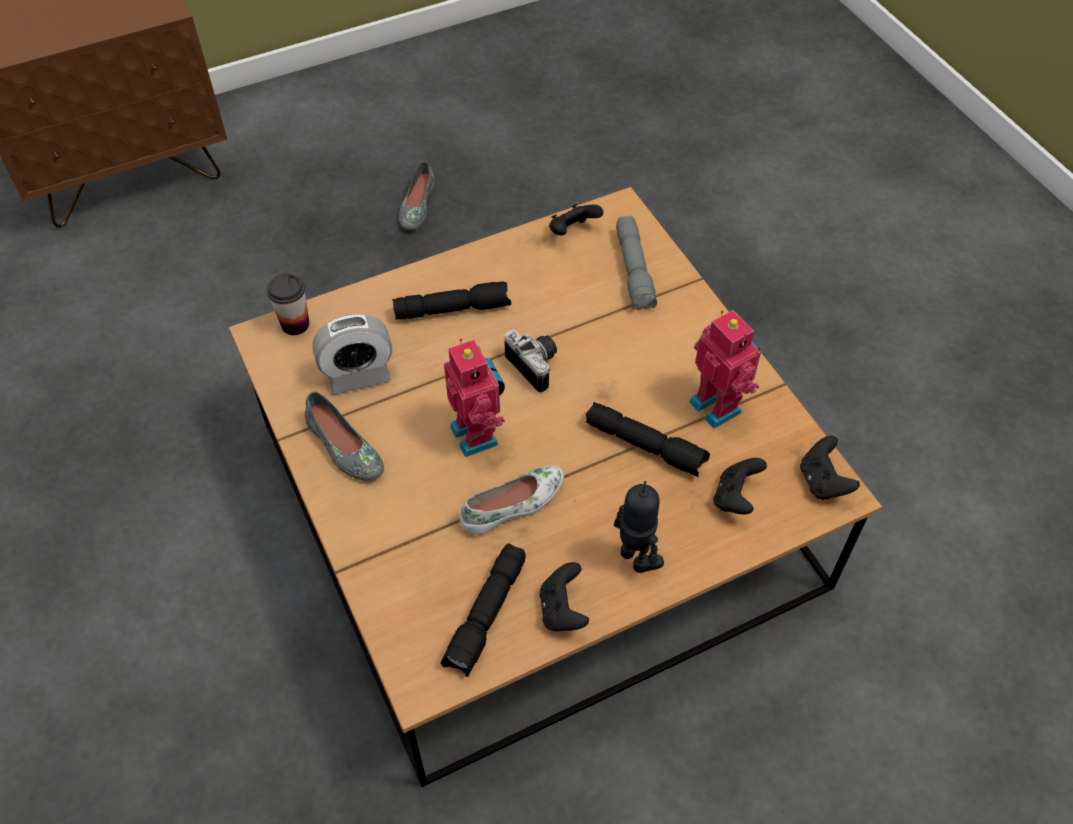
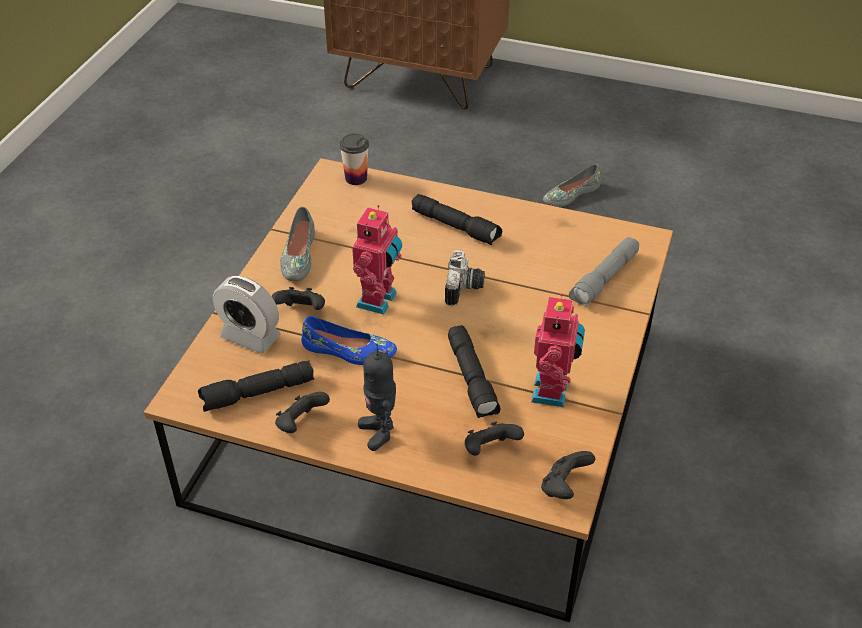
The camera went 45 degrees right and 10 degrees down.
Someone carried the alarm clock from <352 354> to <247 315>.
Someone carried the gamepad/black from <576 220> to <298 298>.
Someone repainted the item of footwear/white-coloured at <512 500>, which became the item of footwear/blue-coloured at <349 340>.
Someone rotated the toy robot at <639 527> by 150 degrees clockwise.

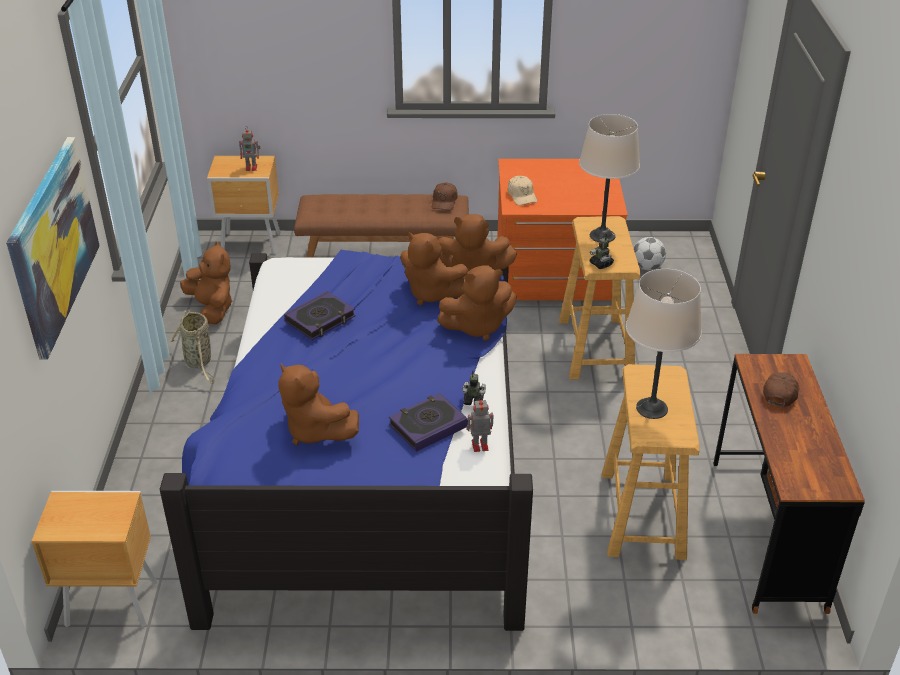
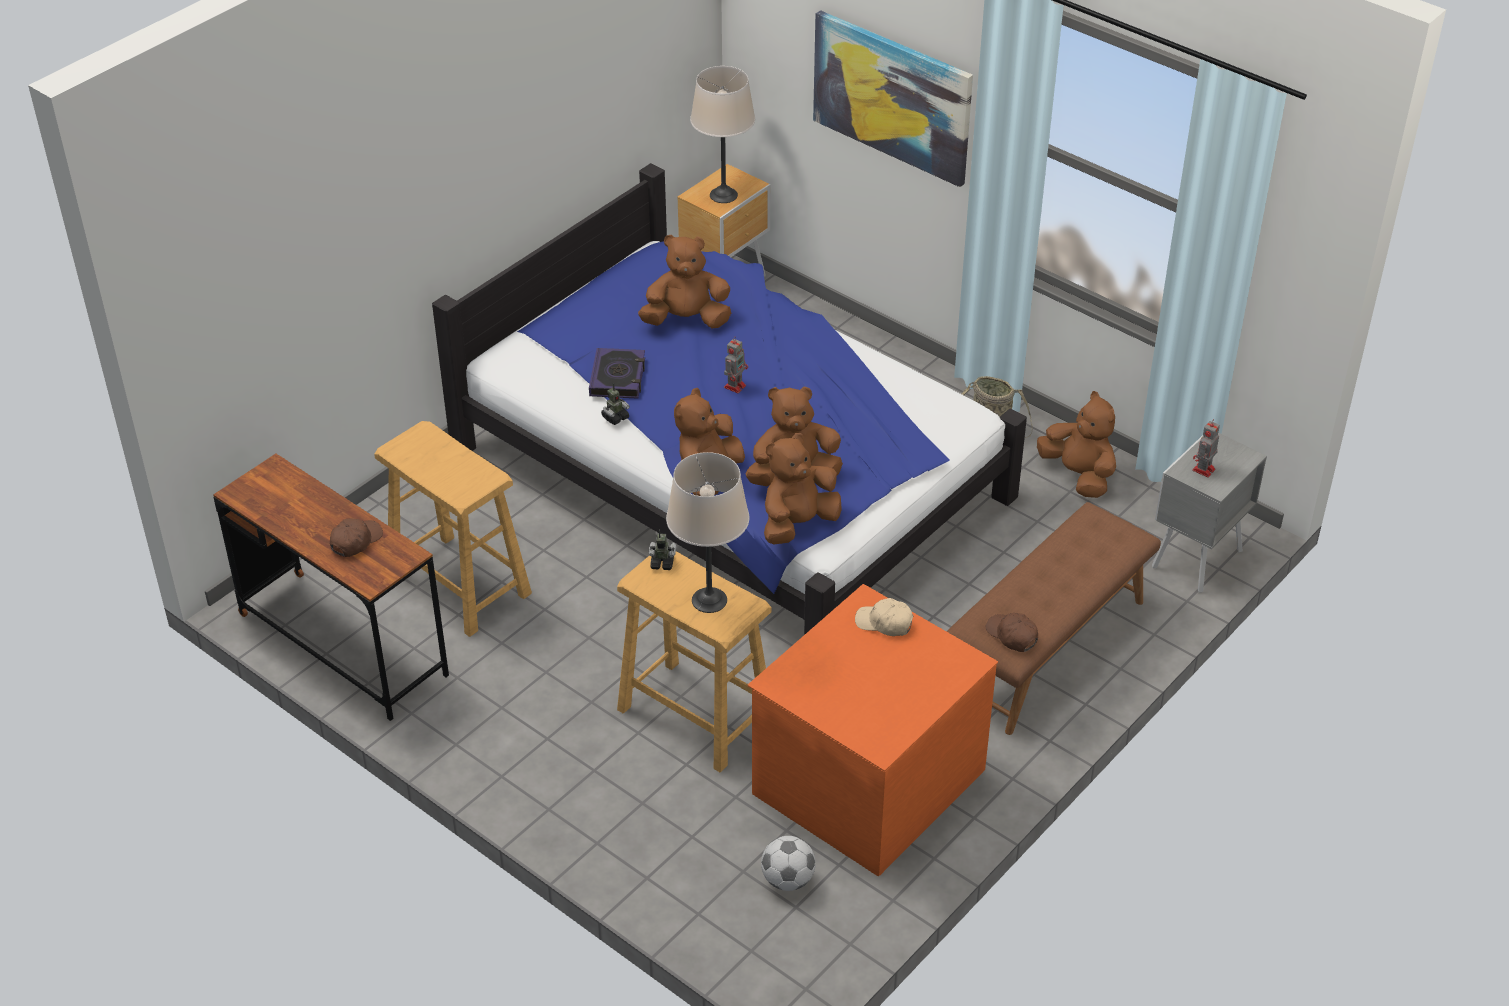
The camera went 130 degrees right and 5 degrees up.
Someone took away the bound book at <320 315>.
Someone carried the toy robot from <479 424> to <736 365>.
Someone carried the lamp for a table/sand-coloured from <664 344> to <722 134>.
Someone repainted the nightstand/brownish at <244 205>, which became the nightstand/grey at <1209 512>.
Someone rotated the soft toy/brownish at <206 282> by 135 degrees counterclockwise.
Someone rotated the cap/brownish at <781 389> by 120 degrees counterclockwise.

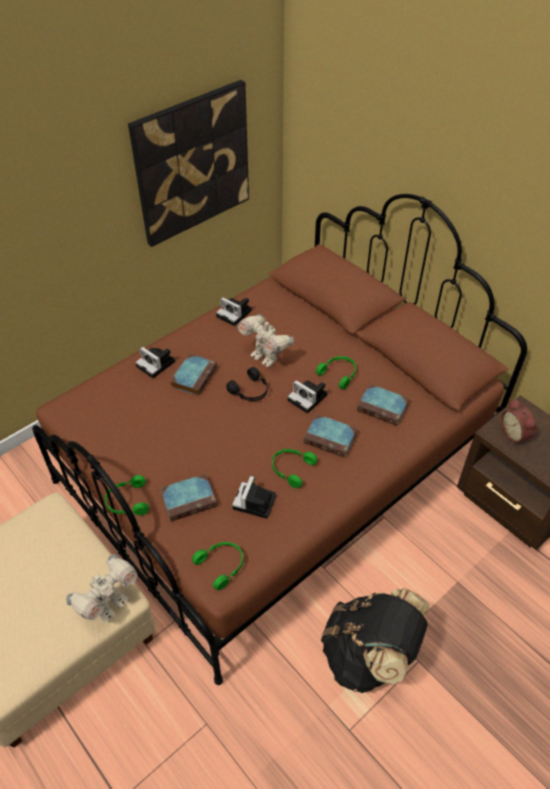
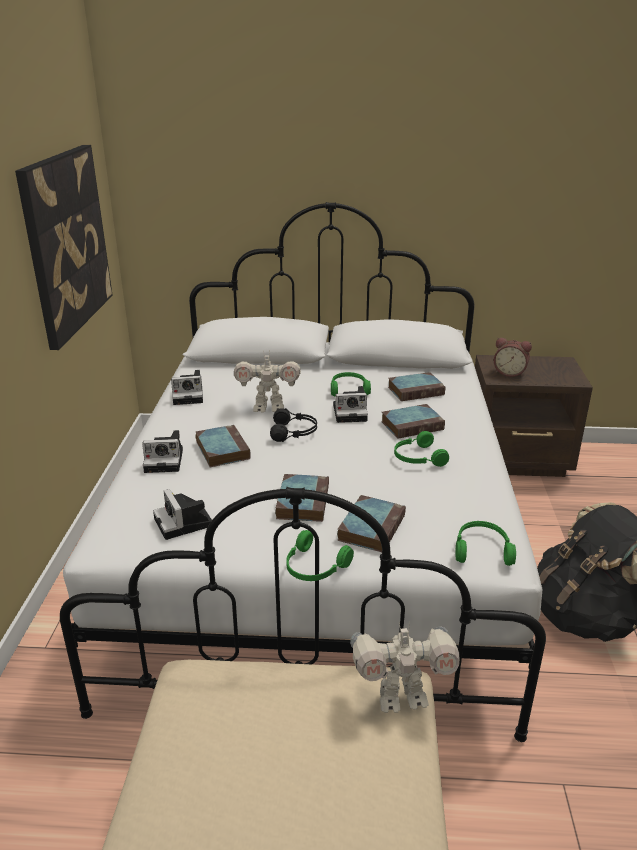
The camera went 45 degrees left and 20 degrees down.
Someone put down the bound book at <302 498>.
Someone carried the photo camera from <254 497> to <182 514>.
Someone repainted the bedroom bed/brownish at <279 439>, which became the bedroom bed/white-coloured at <303 472>.
Someone rotated the toy robot at <101 588> by 90 degrees clockwise.

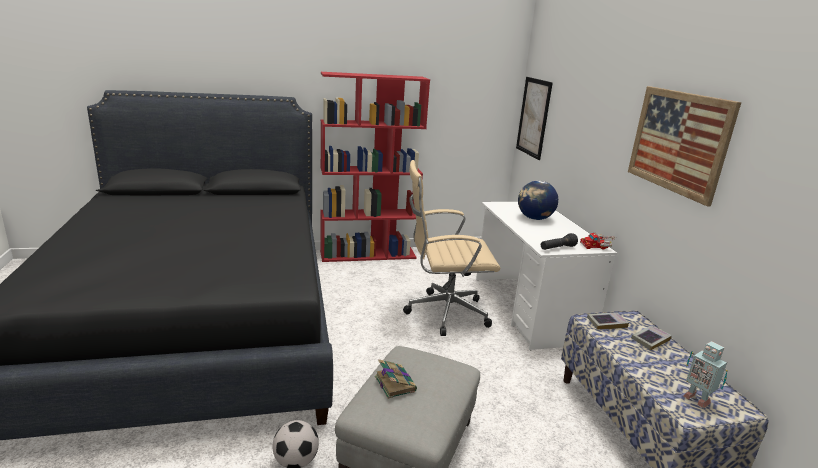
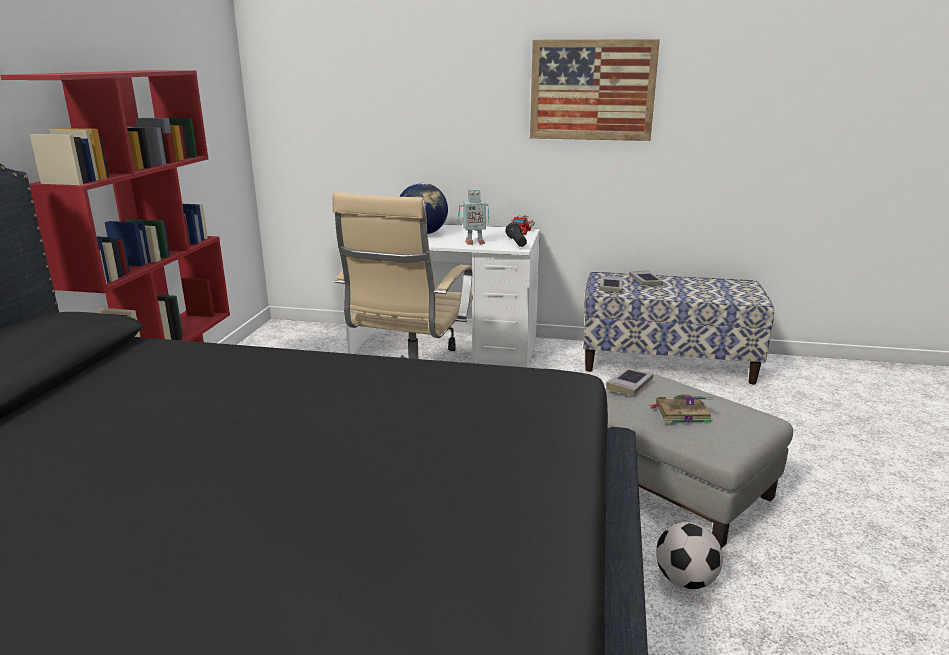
The camera went 65 degrees left and 0 degrees up.
Someone took away the wall art at <534 118>.
Someone put down the bound book at <629 381>.
Someone carried the toy robot from <705 374> to <473 217>.

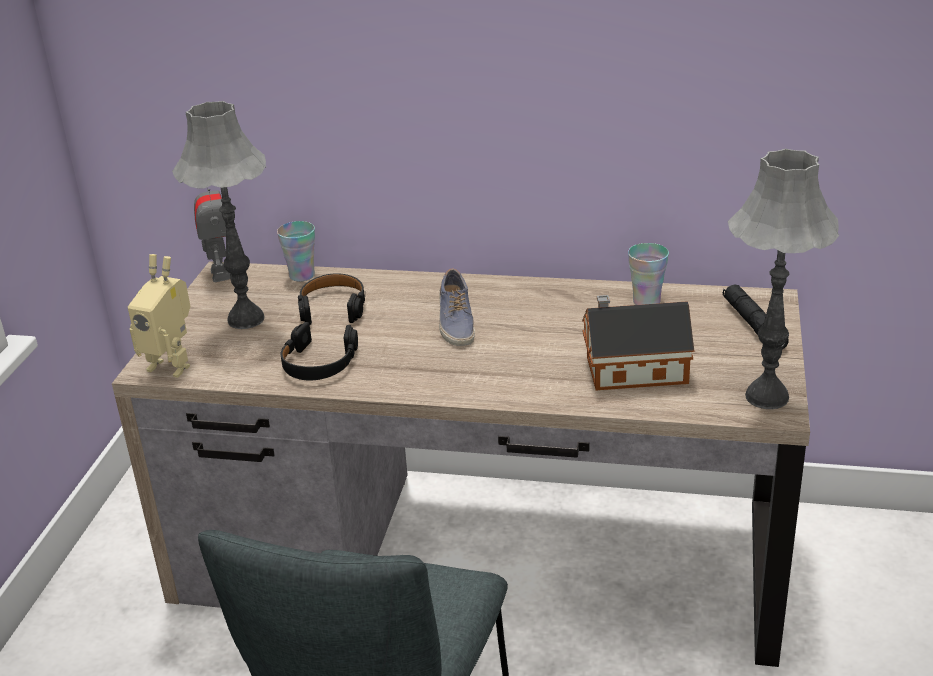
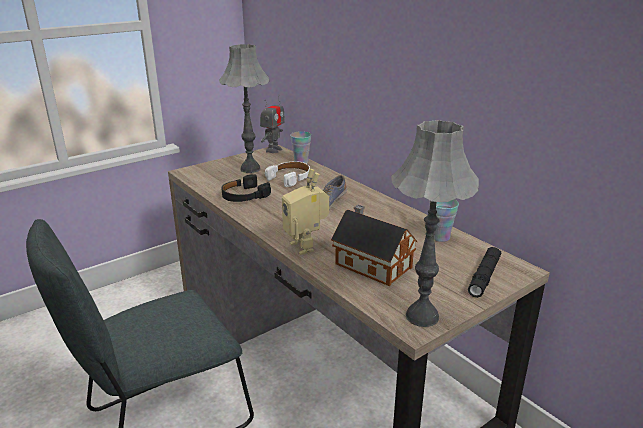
The camera went 40 degrees right and 5 degrees down.
Someone carried the toy robot from <159 316> to <305 212>.
Someone repainted the headset/black at <332 299>, which became the headset/white-coloured at <287 174>.

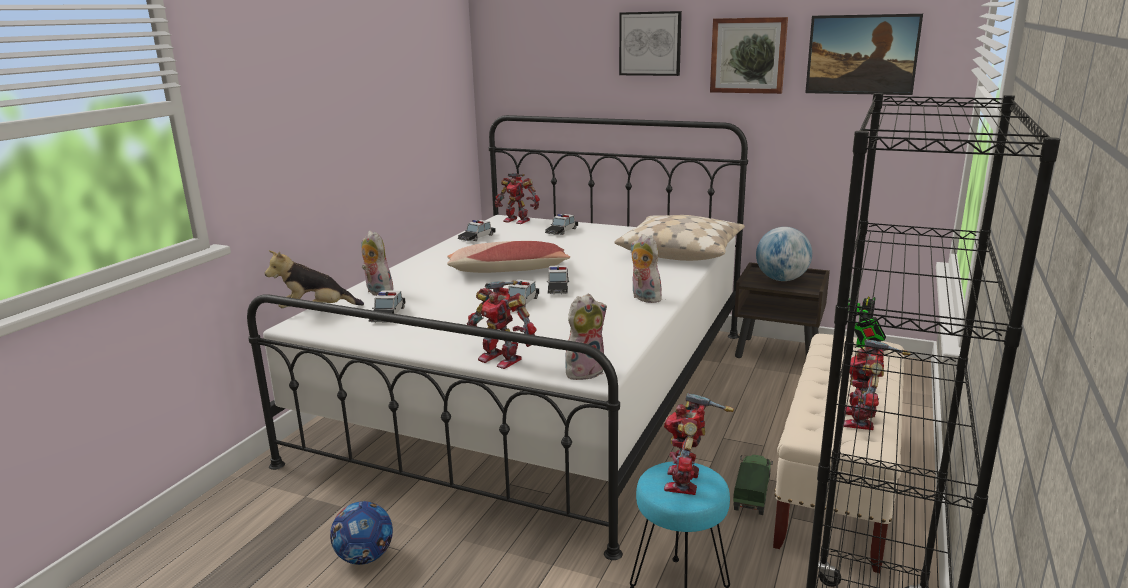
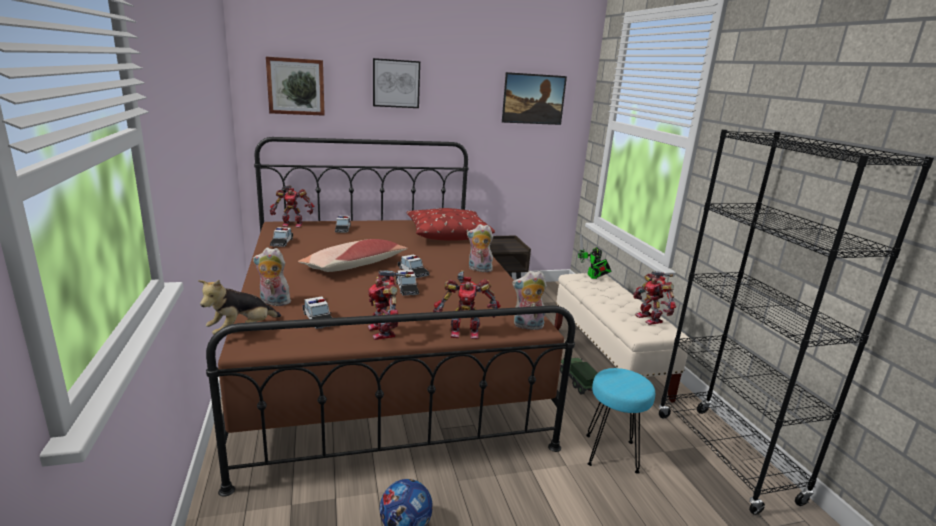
The camera went 40 degrees left and 0 degrees up.
Someone took away the desk globe at <784 254>.
Someone carried the toy robot from <699 444> to <389 305>.
Someone carried the wall art from <749 55> to <295 86>.
Someone repainted the bedroom bed/white-coloured at <497 337>, which became the bedroom bed/brownish at <390 317>.
Someone repainted the throw pillow/sand-coloured at <679 238>, which became the throw pillow/red-coloured at <450 224>.
Someone rotated the soft toy at <586 337> by 105 degrees counterclockwise.

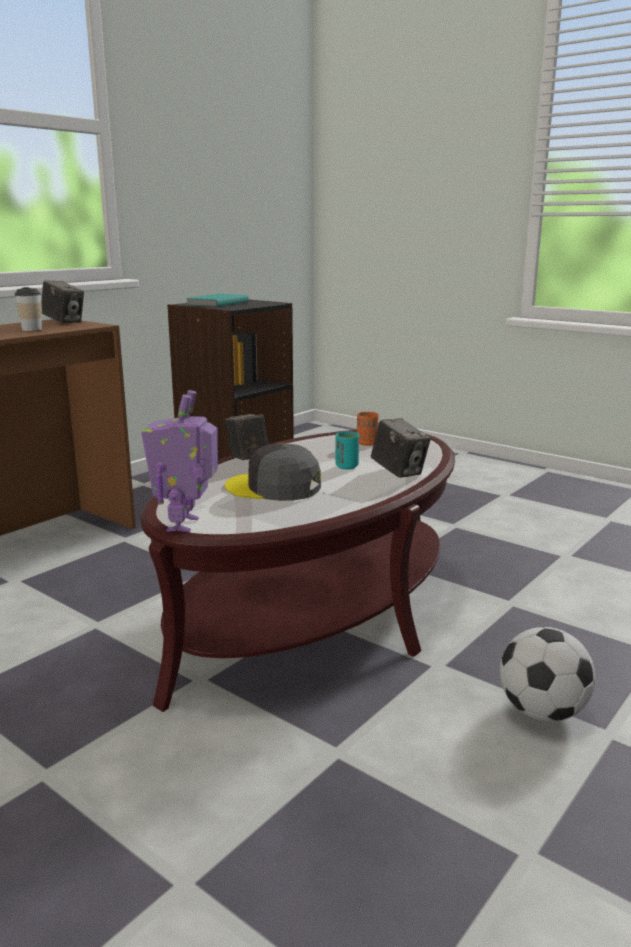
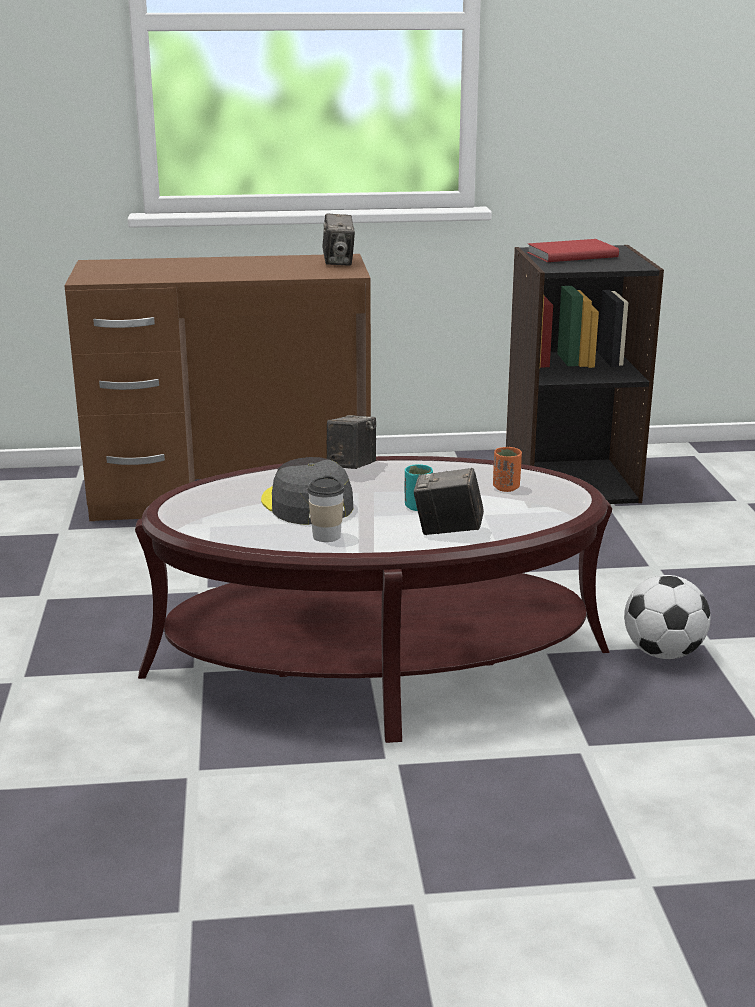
The camera went 45 degrees right and 5 degrees up.
Someone took away the toy robot at <179 461>.
Someone carried the drinking cup from <28 309> to <325 509>.
Someone carried the ball for football from <547 674> to <667 617>.
Someone repainted the bound book/turquoise at <217 300>, which became the bound book/red-coloured at <573 250>.
Someone rotated the photo camera at <401 448> by 90 degrees clockwise.

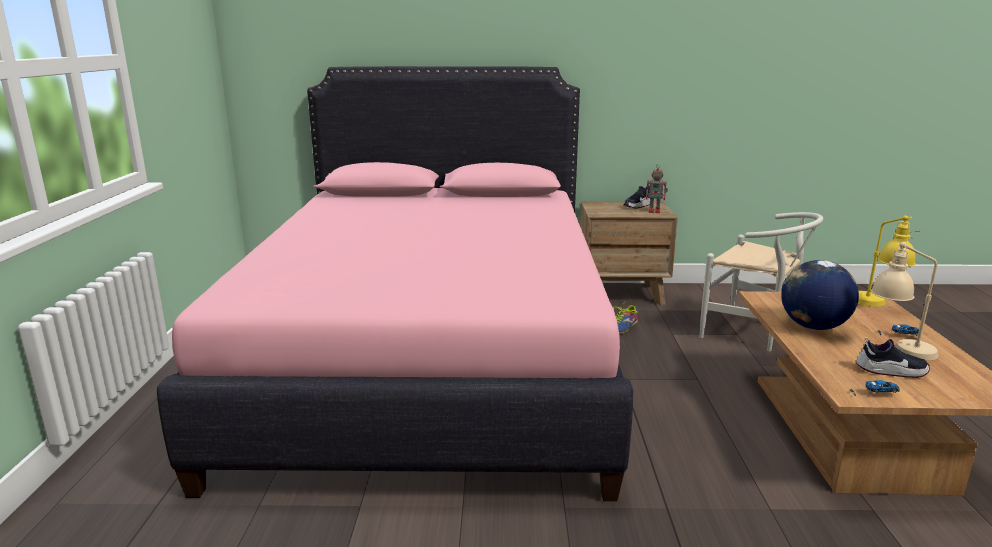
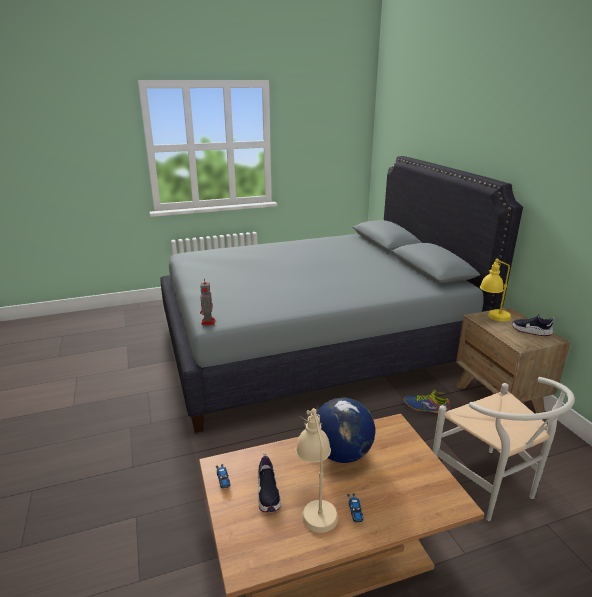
The camera went 70 degrees right and 5 degrees up.
Someone carried the toy robot from <657 188> to <207 301>.
Someone carried the lamp for a table/yellowish from <889 261> to <495 290>.
Someone repainted the bedroom bed/pinkish at <395 283>, which became the bedroom bed/grey at <342 294>.
Someone rotated the chair/white-coloured at <761 281> by 45 degrees counterclockwise.

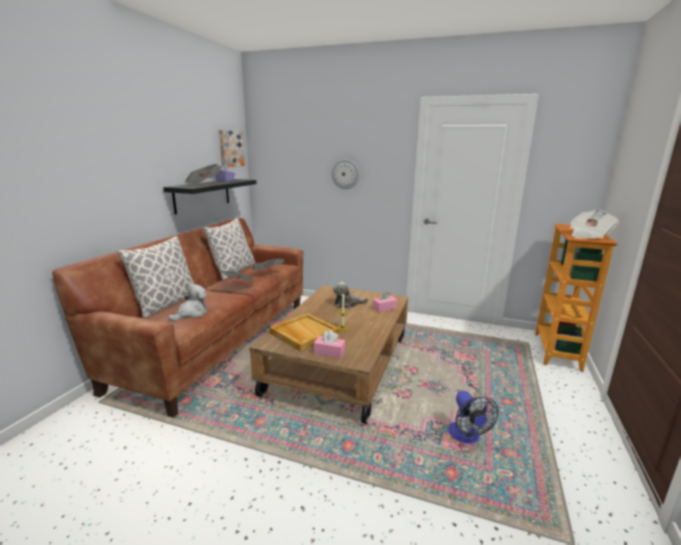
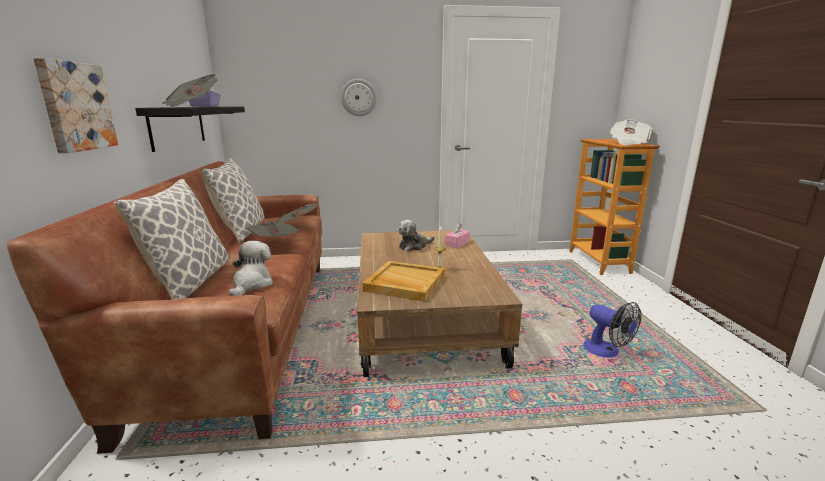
The camera went 25 degrees left and 0 degrees up.
Someone took away the tissue box/pinkish at <329 344>.
Someone carried the wall art from <232 148> to <75 105>.

